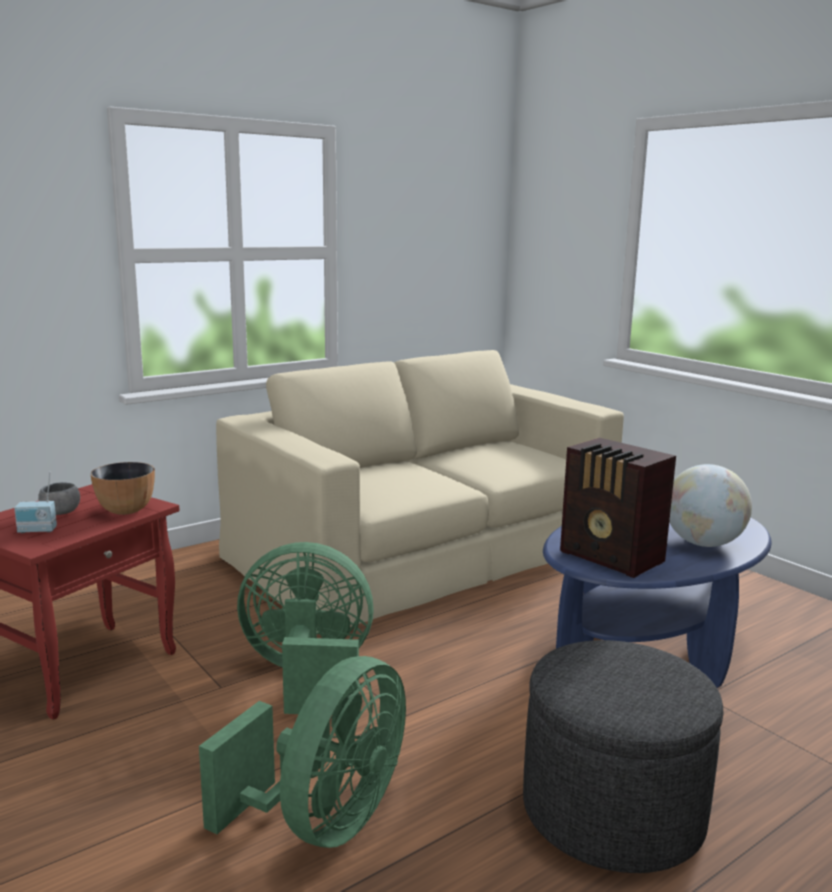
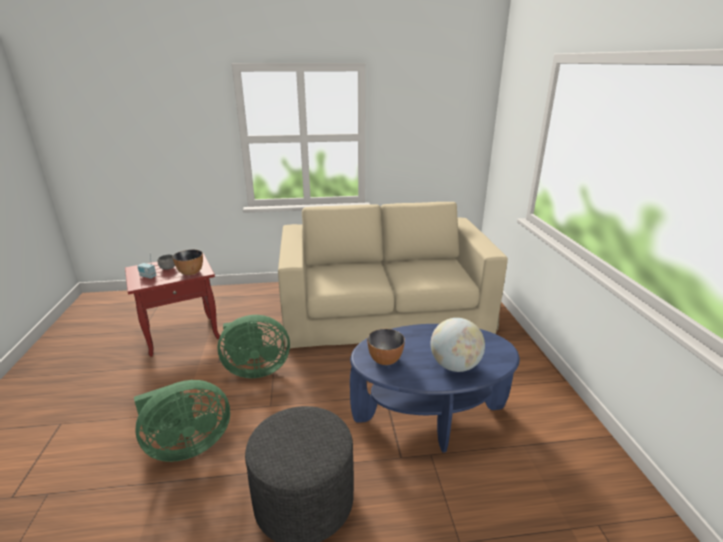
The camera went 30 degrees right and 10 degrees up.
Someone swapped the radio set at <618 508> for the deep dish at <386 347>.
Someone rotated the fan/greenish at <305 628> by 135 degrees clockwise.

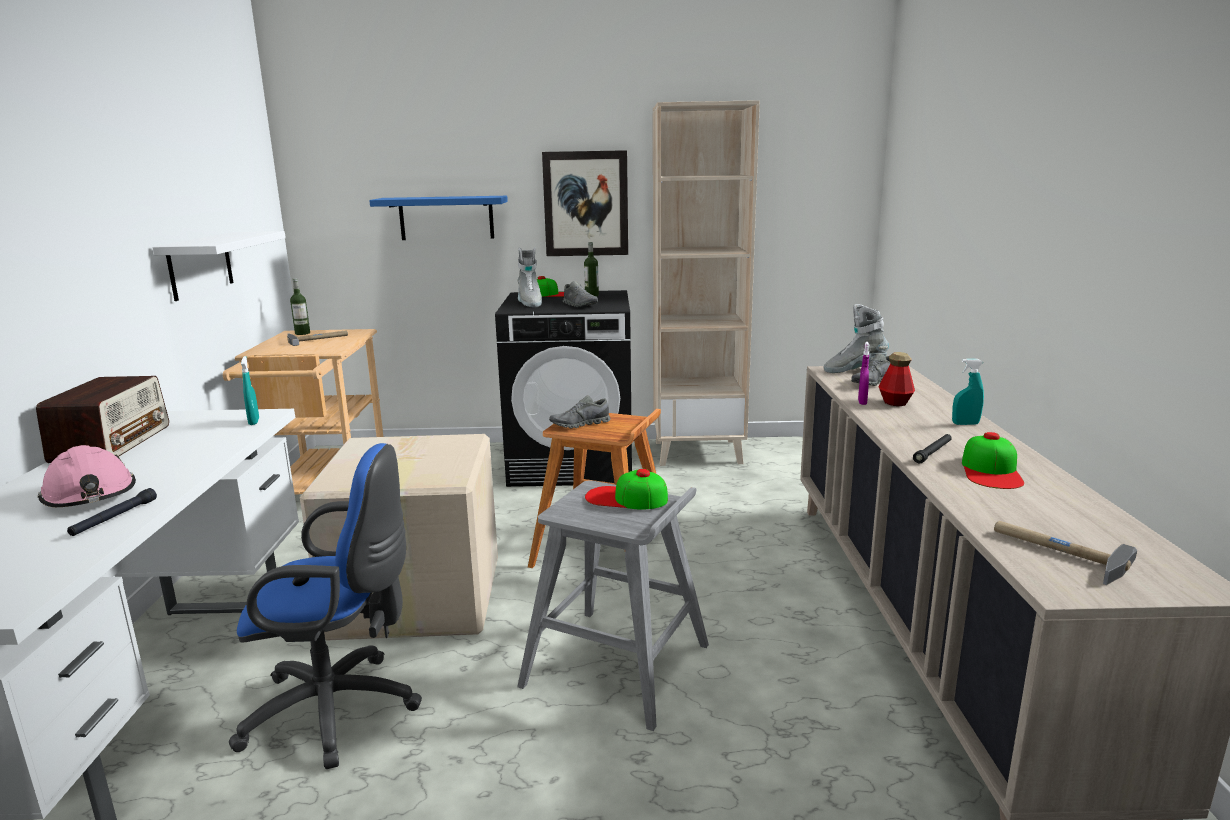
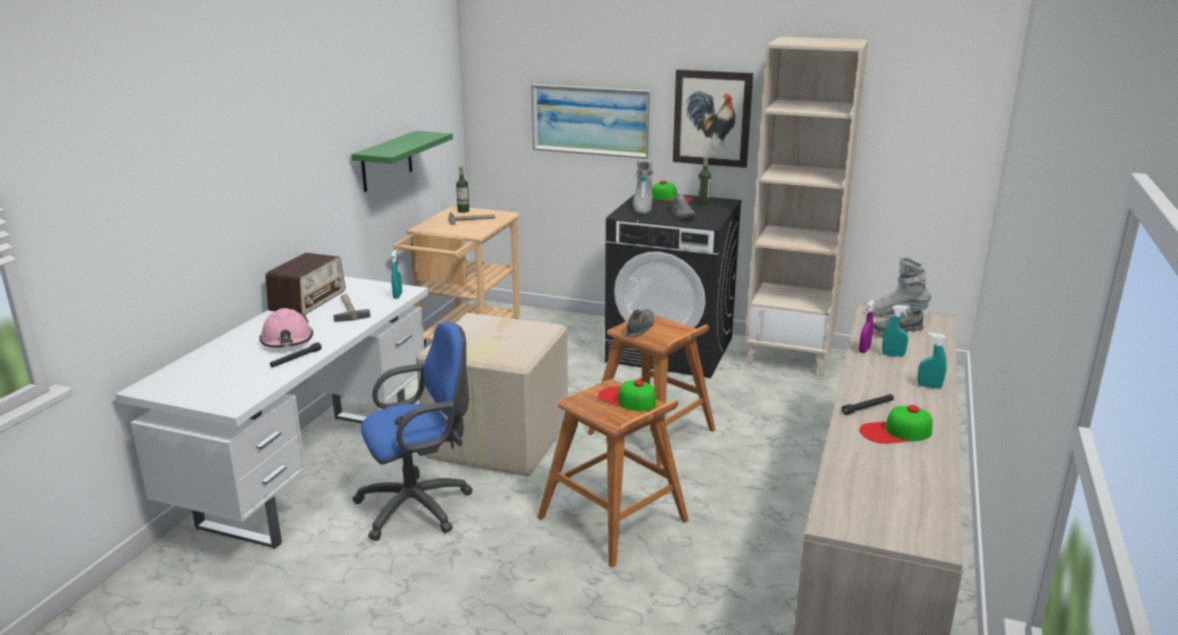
The camera went 20 degrees right and 5 degrees up.
Someone carried the hammer from <1065 553> to <352 308>.
Someone swapped the shelf/blue-coloured at <438 218> for the wall art at <591 121>.
Someone swapped the beverage bottle at <896 379> for the sprayer/turquoise at <896 331>.
Someone repainted the shelf/white-coloured at <219 266>, which became the shelf/greenish at <402 161>.
Someone repainted the stool/grey at <613 605>, which became the stool/brownish at <613 474>.
Someone rotated the desk chair/blue-coloured at <325 606> by 45 degrees counterclockwise.
Someone rotated the item of footwear/grey at <580 411> by 120 degrees clockwise.
Someone rotated the cap at <993 460> by 45 degrees clockwise.

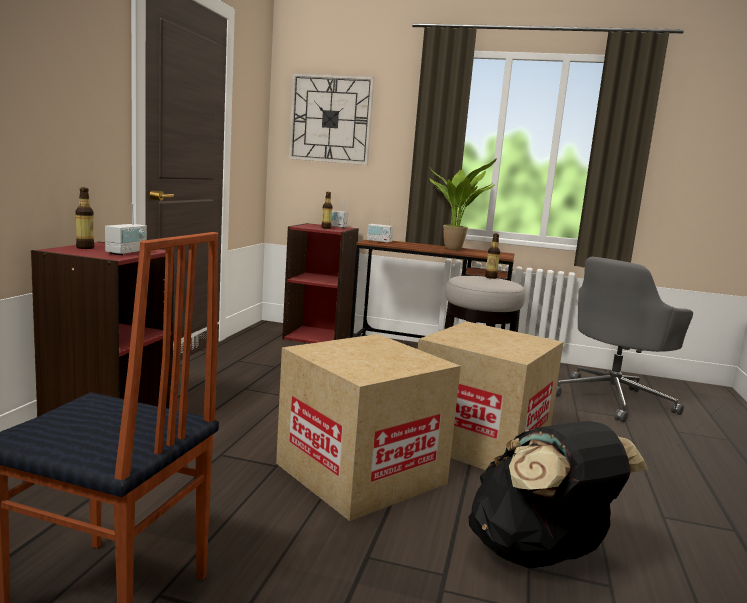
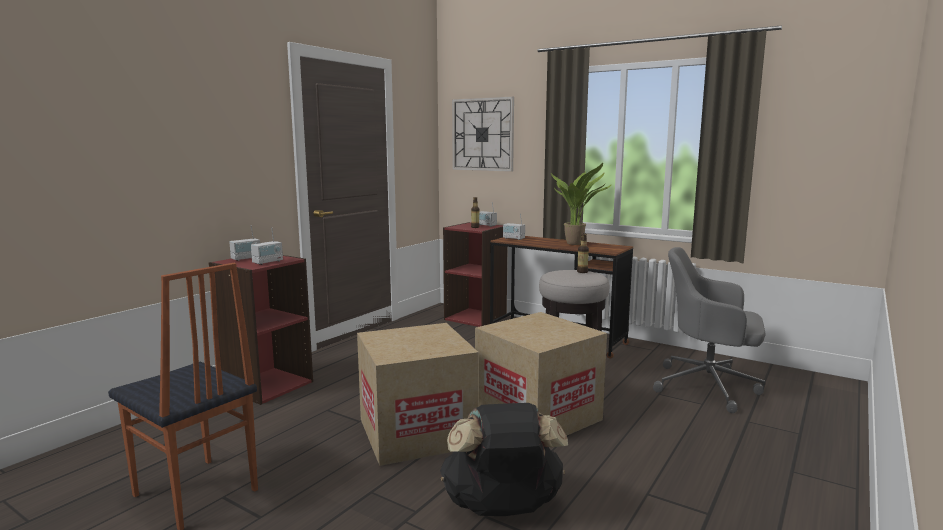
The camera went 20 degrees right and 0 degrees up.
Someone swapped the beverage bottle at <85 218> for the radio set at <244 243>.
Someone rotated the desk chair/grey at <624 339> by 45 degrees clockwise.

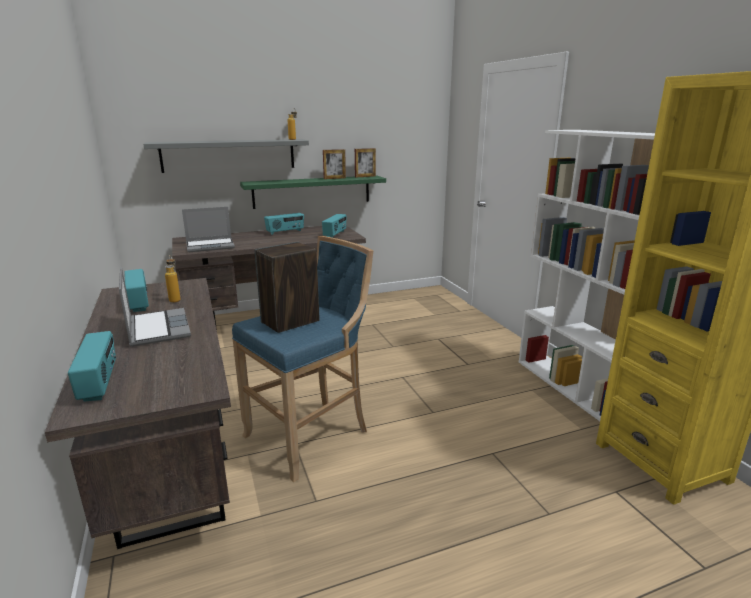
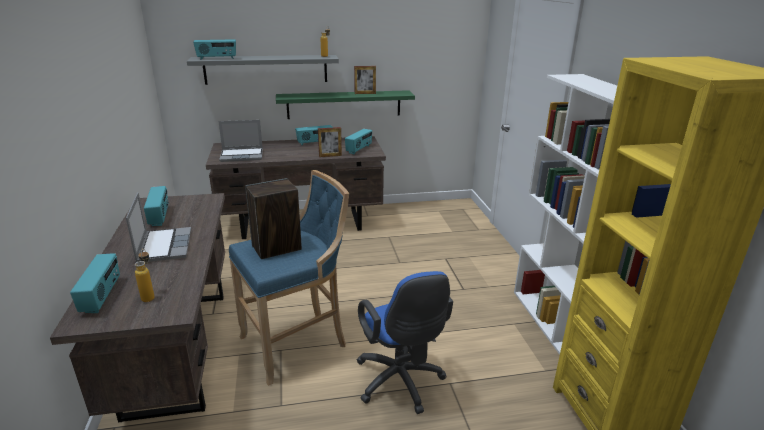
The camera went 10 degrees right and 5 degrees up.
Someone put down the radio set at <214 49>.
Someone put down the desk chair/blue-coloured at <404 342>.
Someone carried the beverage bottle from <173 279> to <145 275>.
Someone carried the standing frame from <365 162> to <330 142>.

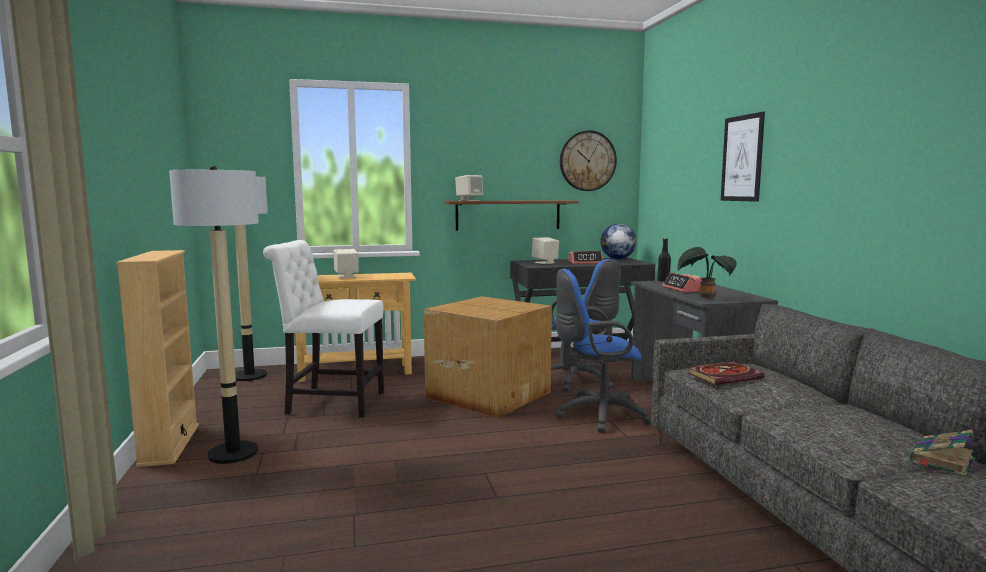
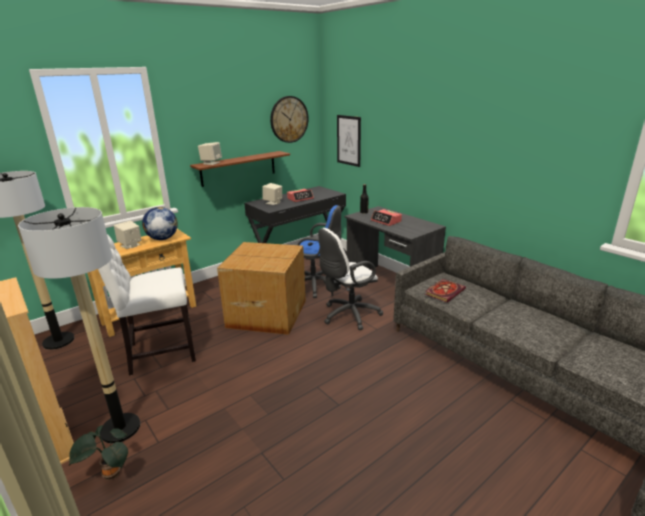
The camera went 25 degrees left and 15 degrees up.
Someone took away the bound book at <942 453>.
Someone carried the desk globe from <618 241> to <160 223>.
Someone carried the plant in a pot from <707 273> to <98 452>.
Someone carried the wall art from <743 157> to <349 141>.
Someone repainted the desk chair/blue-coloured at <603 351>, which became the desk chair/white-coloured at <350 279>.

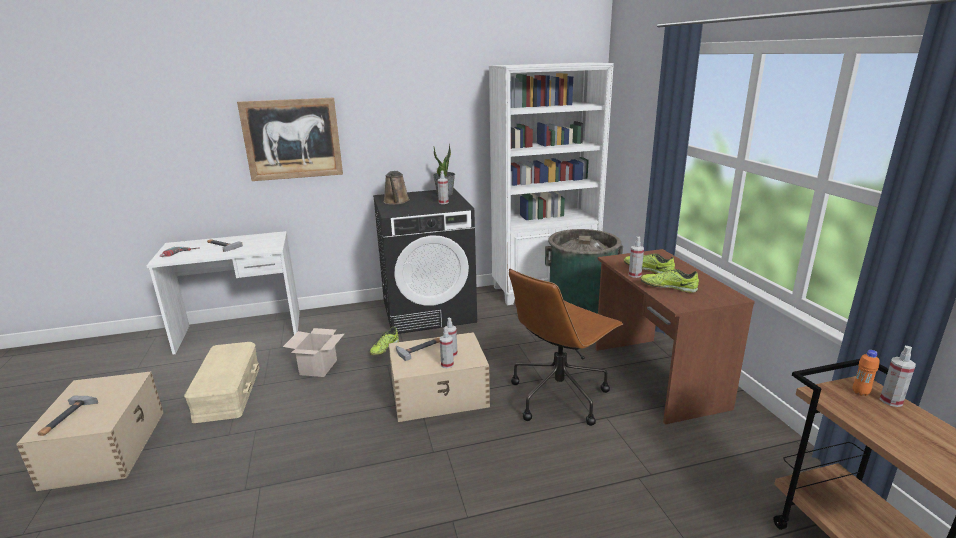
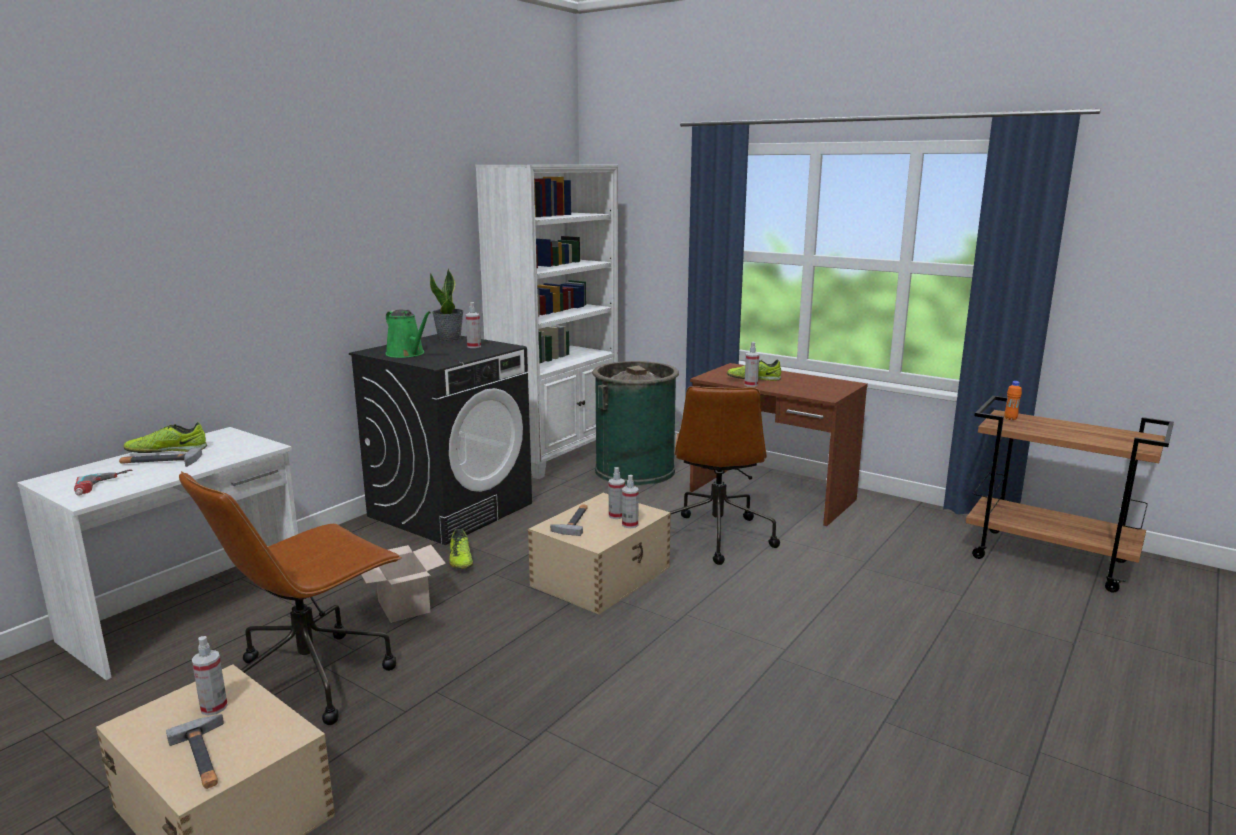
The camera went 40 degrees left and 5 degrees down.
Someone took away the wall art at <290 139>.
Someone carried the item of footwear from <670 281> to <165 437>.
Someone carried the sprayer from <898 376> to <210 676>.
Someone swapped the storage box/sand-coloured at <222 382> for the desk chair/brownish at <290 598>.
Someone repainted the watering can/brownish at <396 188>, which became the watering can/greenish at <408 333>.

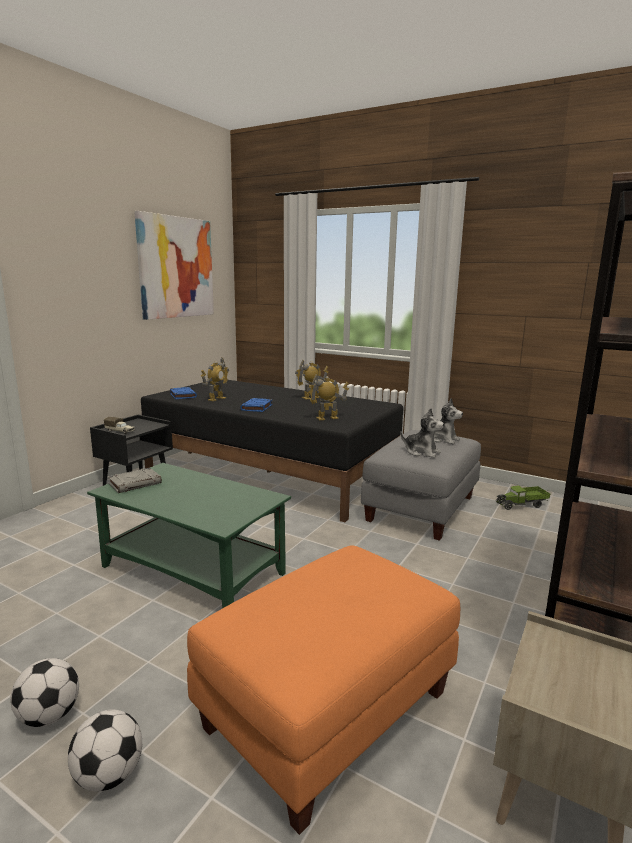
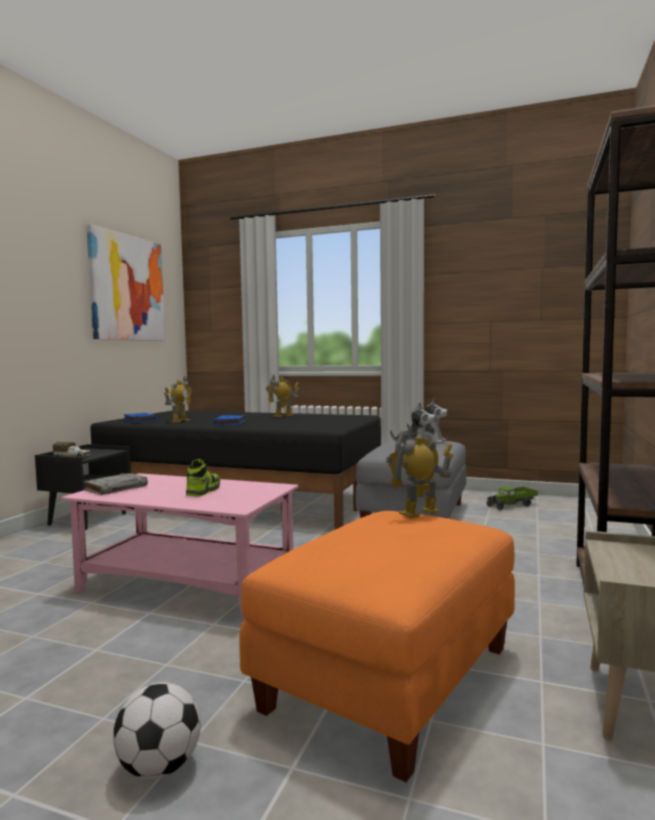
The camera went 10 degrees left and 10 degrees down.
Someone took away the ball for football at <44 692>.
Someone put down the item of footwear at <203 478>.
Someone carried the toy robot from <328 397> to <419 474>.
Someone repainted the coffee table/greenish at <189 535>, which became the coffee table/pinkish at <179 546>.

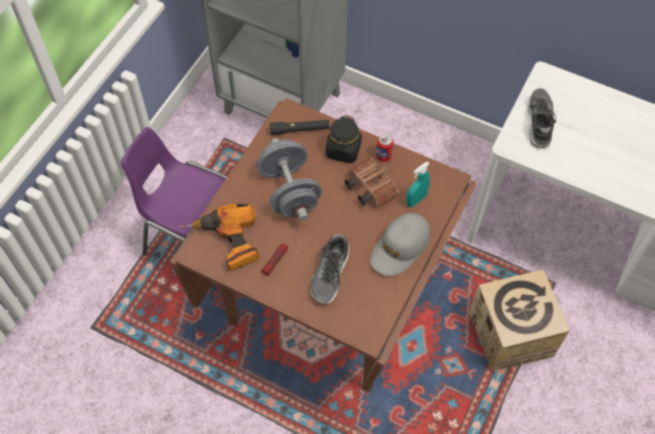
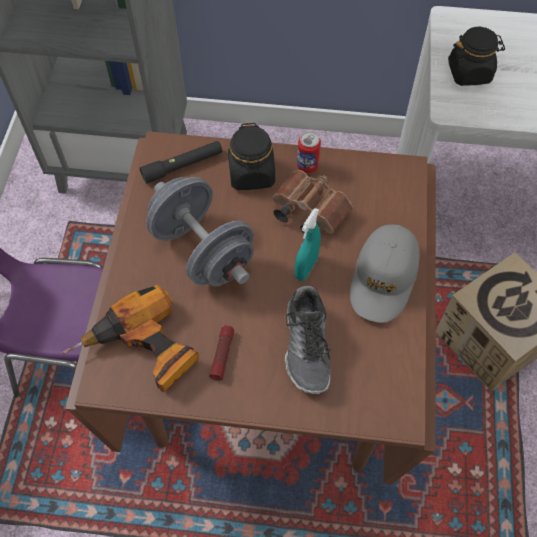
The camera went 20 degrees left and 0 degrees up.
Someone carried the sprayer/turquoise from <418 184> to <308 244>.
Someone swapped the item of footwear at <542 118> for the jar/black at <476 56>.

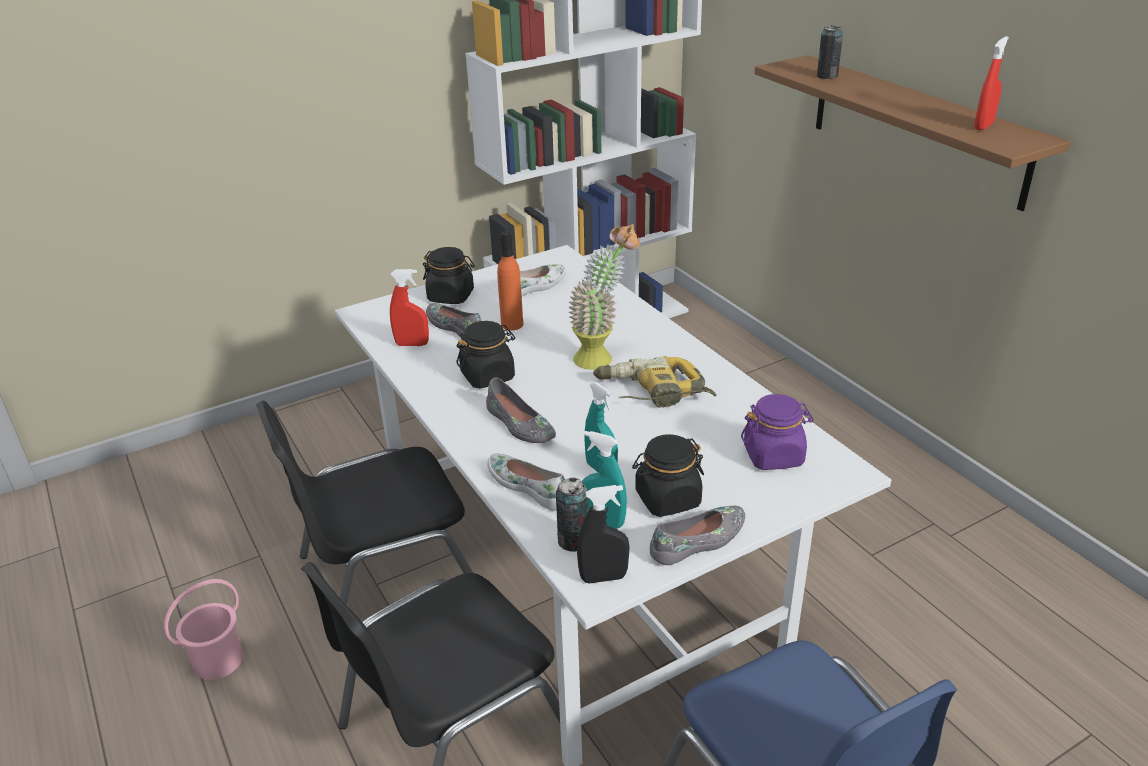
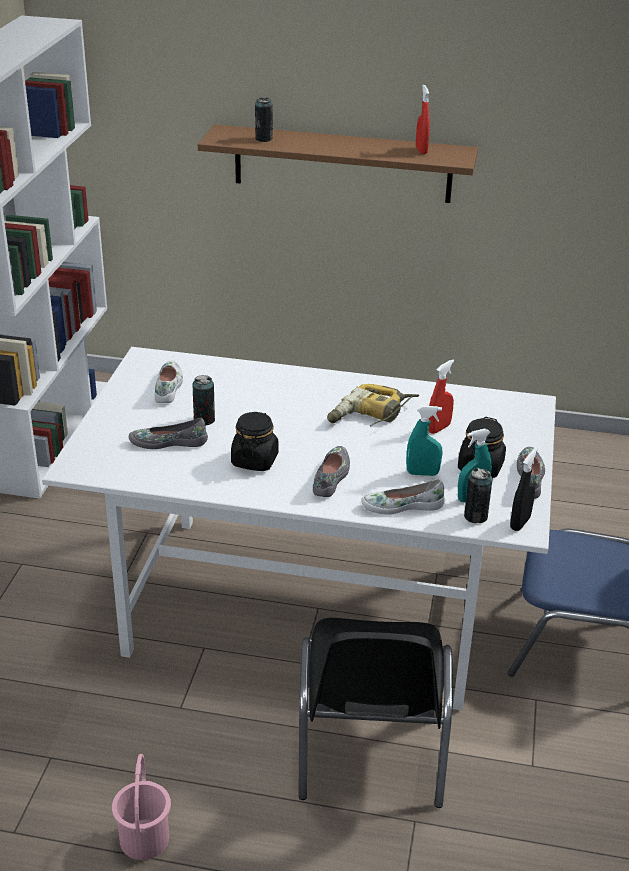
The camera went 50 degrees left and 0 degrees up.
Someone took away the chair/black at <364 503>.
Someone took away the jar/black at <449 275>.
Someone took away the plant in a pot at <604 297>.
Someone took away the jar/purple-coloured at <777 432>.
Someone carried the sprayer/red-coloured from <409 307> to <441 396>.
Someone swapped the beverage bottle/orange at <510 280> for the can at <203 400>.
Someone rotated the item of footwear/grey at <521 410> by 75 degrees counterclockwise.

